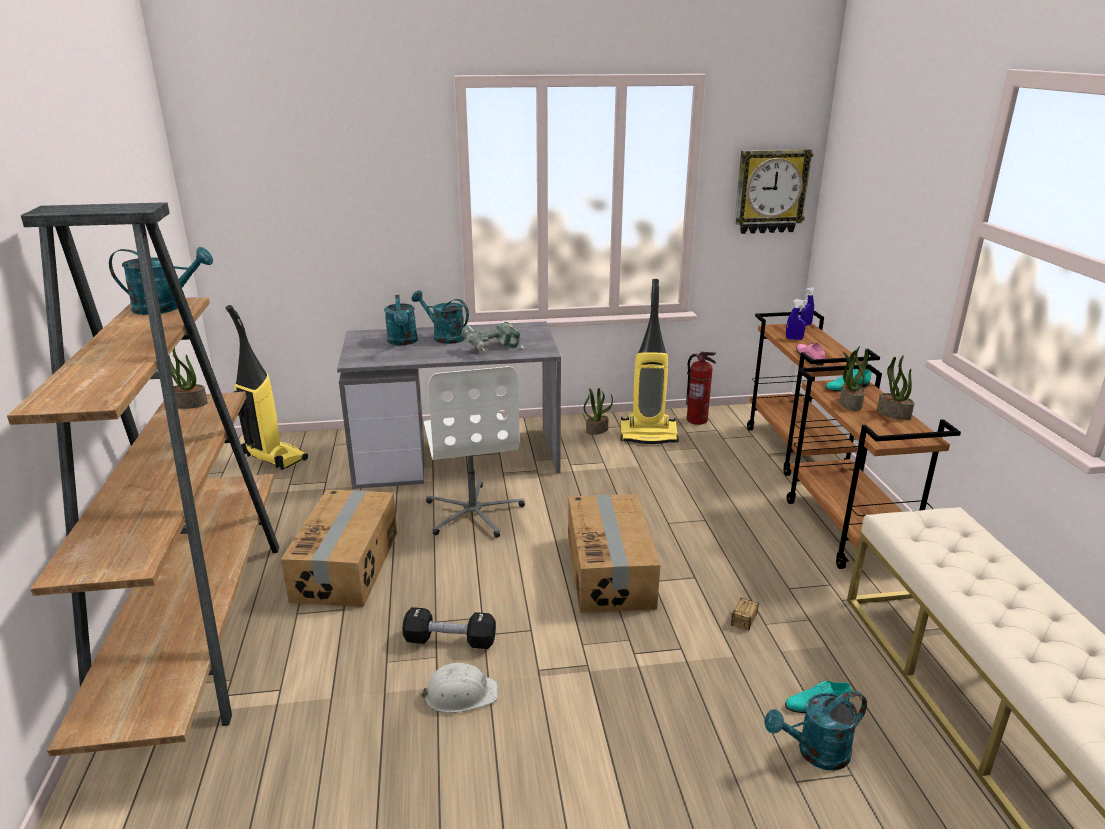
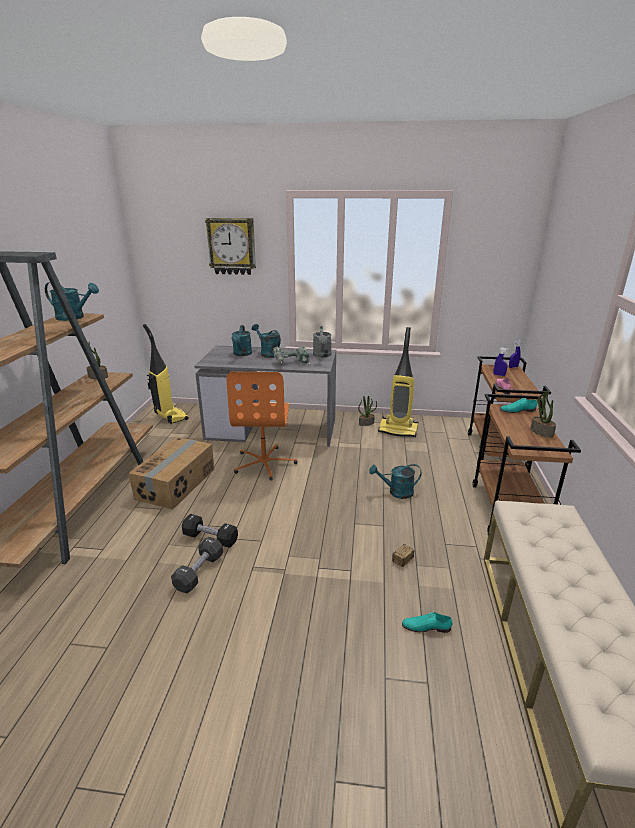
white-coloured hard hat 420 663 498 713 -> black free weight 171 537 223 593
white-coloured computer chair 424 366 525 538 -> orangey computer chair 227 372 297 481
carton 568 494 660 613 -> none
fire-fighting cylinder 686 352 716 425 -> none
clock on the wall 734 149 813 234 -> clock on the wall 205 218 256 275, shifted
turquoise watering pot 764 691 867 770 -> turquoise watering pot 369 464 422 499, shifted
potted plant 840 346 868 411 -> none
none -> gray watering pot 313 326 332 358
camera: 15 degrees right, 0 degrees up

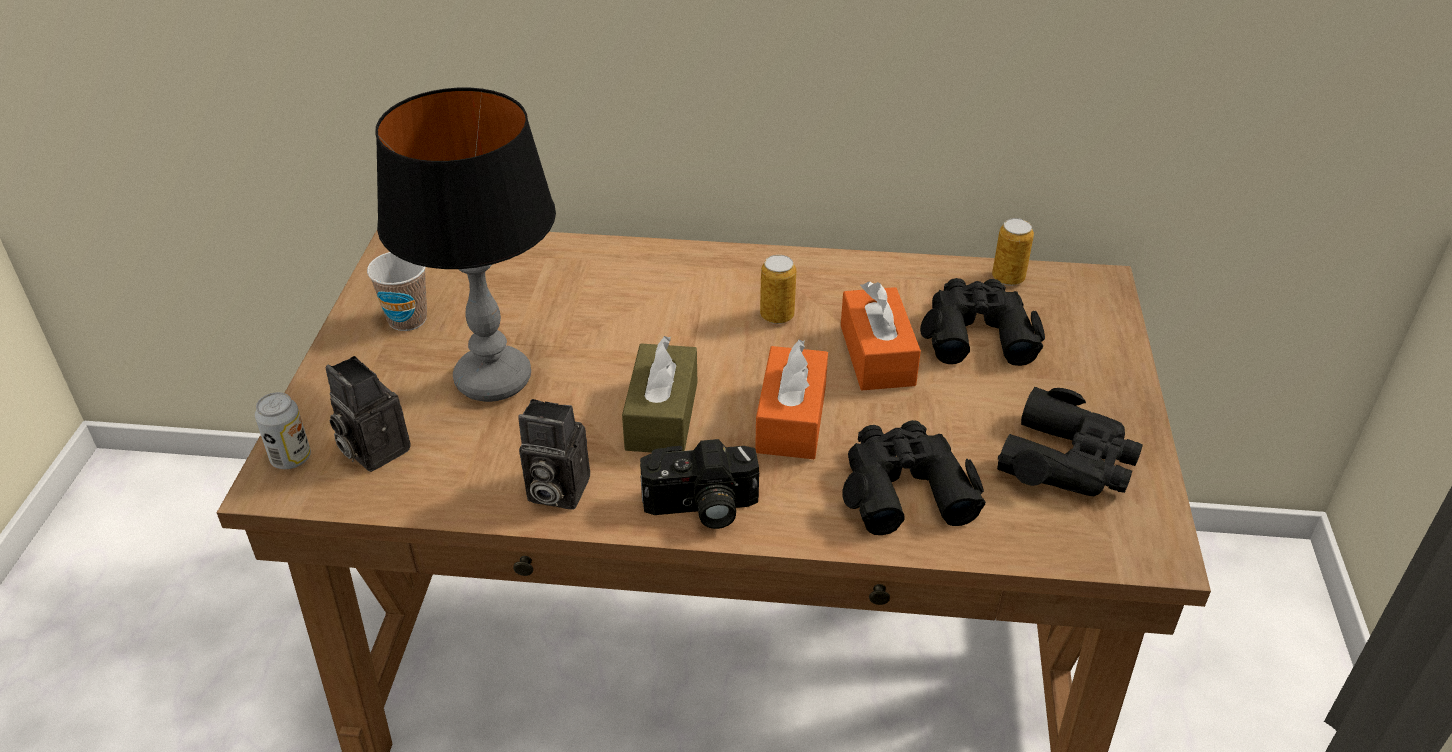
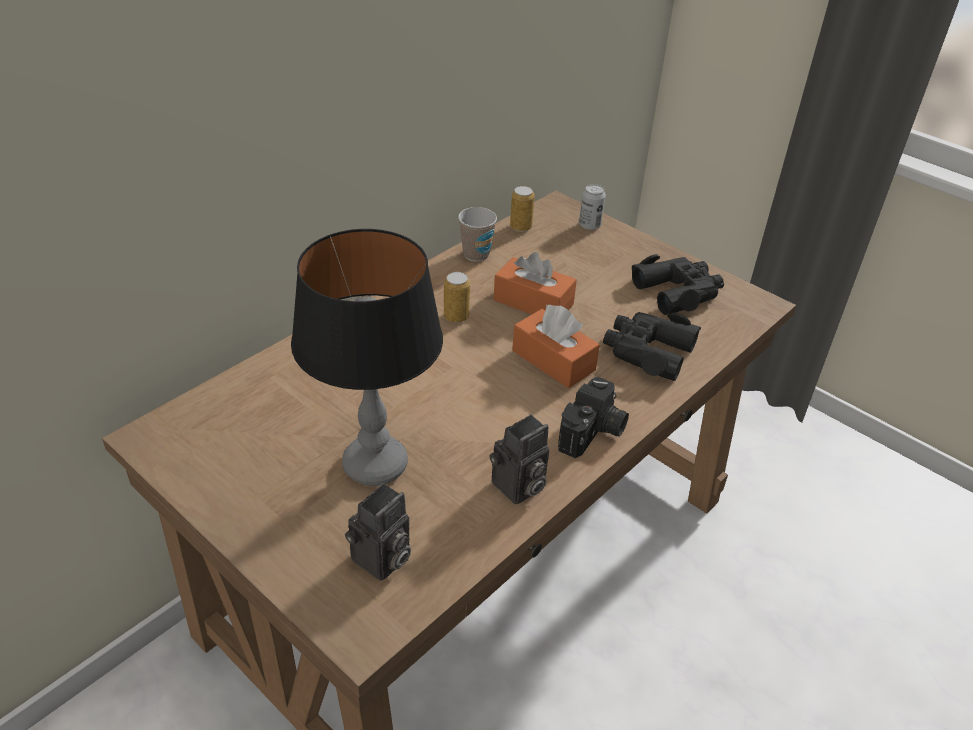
sealed can 255 392 311 469 -> sealed can 579 184 606 230, shifted
photo camera 326 356 411 472 -> photo camera 345 483 411 581, 45 degrees counterclockwise
small cup 367 252 427 331 -> small cup 458 207 497 262, shifted
brownish box of tissues 622 336 697 453 -> none
black binoculars 920 278 1045 366 -> none
camera: 55 degrees left, 0 degrees up

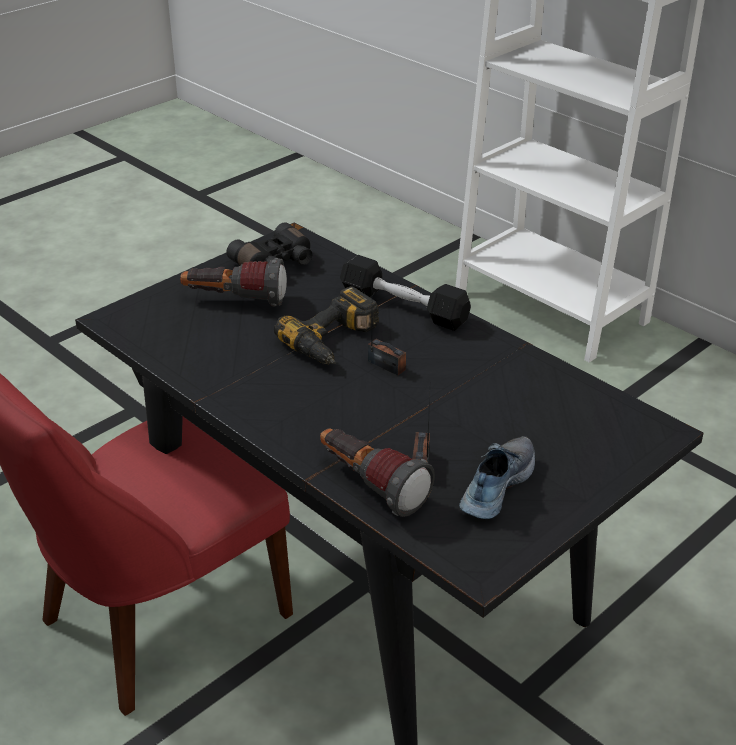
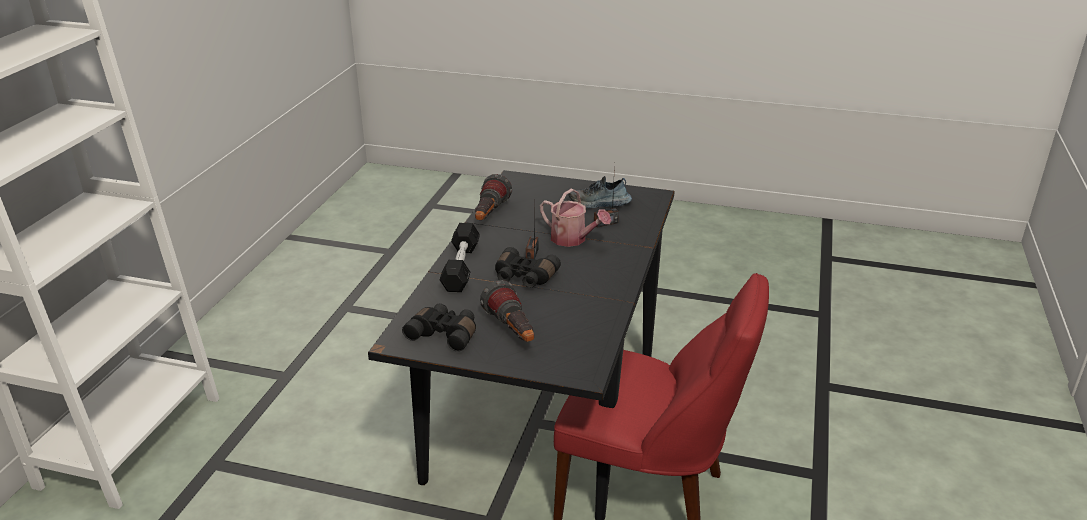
drill 274 286 379 365 -> black binoculars 495 247 561 288
torch 320 428 435 517 -> torch 475 174 512 220, shifted
none -> watering pot 540 189 611 247
camera: 120 degrees left, 5 degrees down

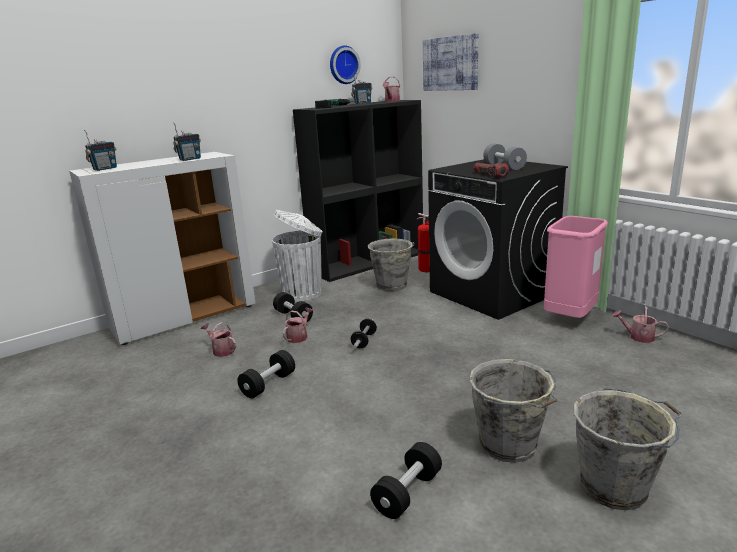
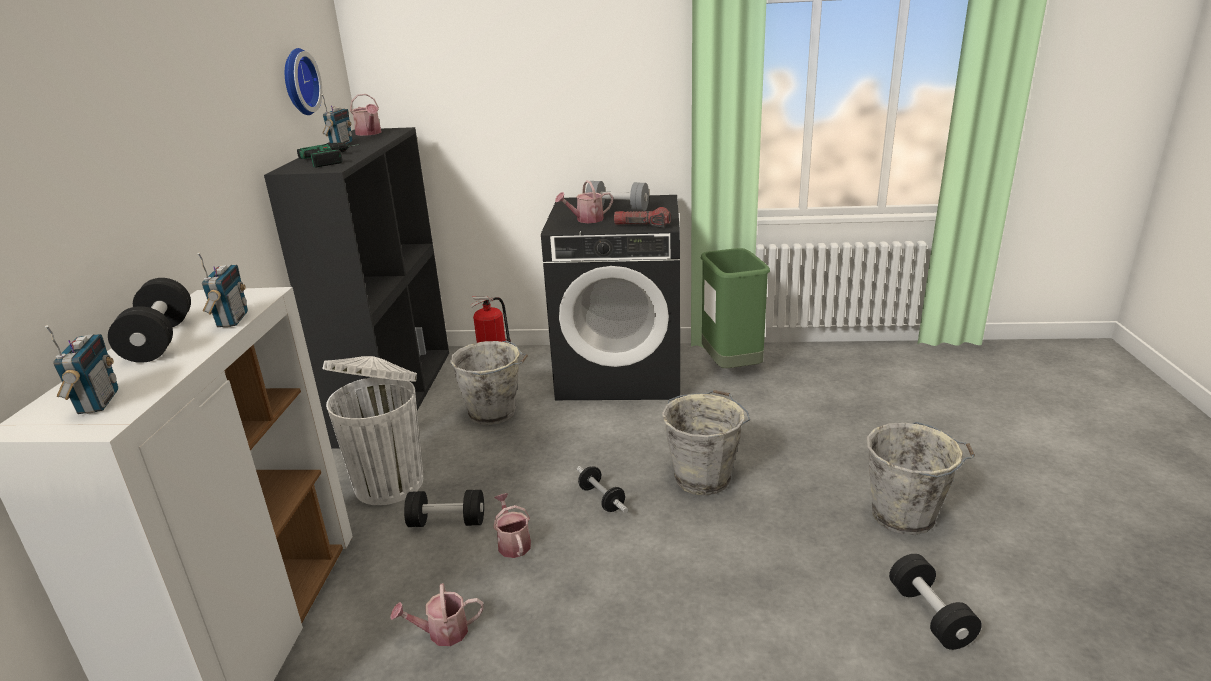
black free weight 237 350 295 399 -> black free weight 108 278 191 363, shifted
wall art 423 33 479 91 -> none
pinkish rubbish bin 544 216 608 318 -> green rubbish bin 701 248 770 368
gray pail 574 388 682 510 -> gray pail 662 390 750 496, shifted
watering pot 612 307 669 343 -> watering pot 555 180 613 223, shifted
camera: 50 degrees left, 5 degrees up

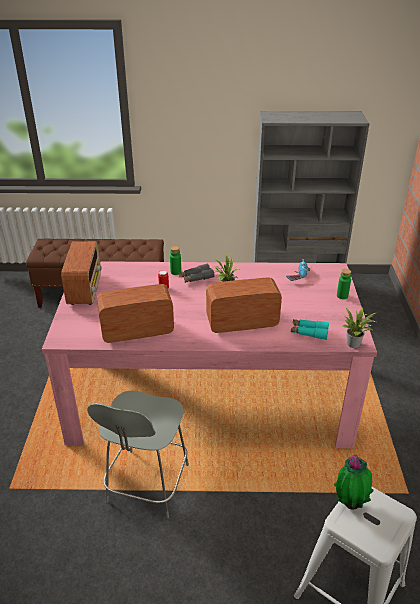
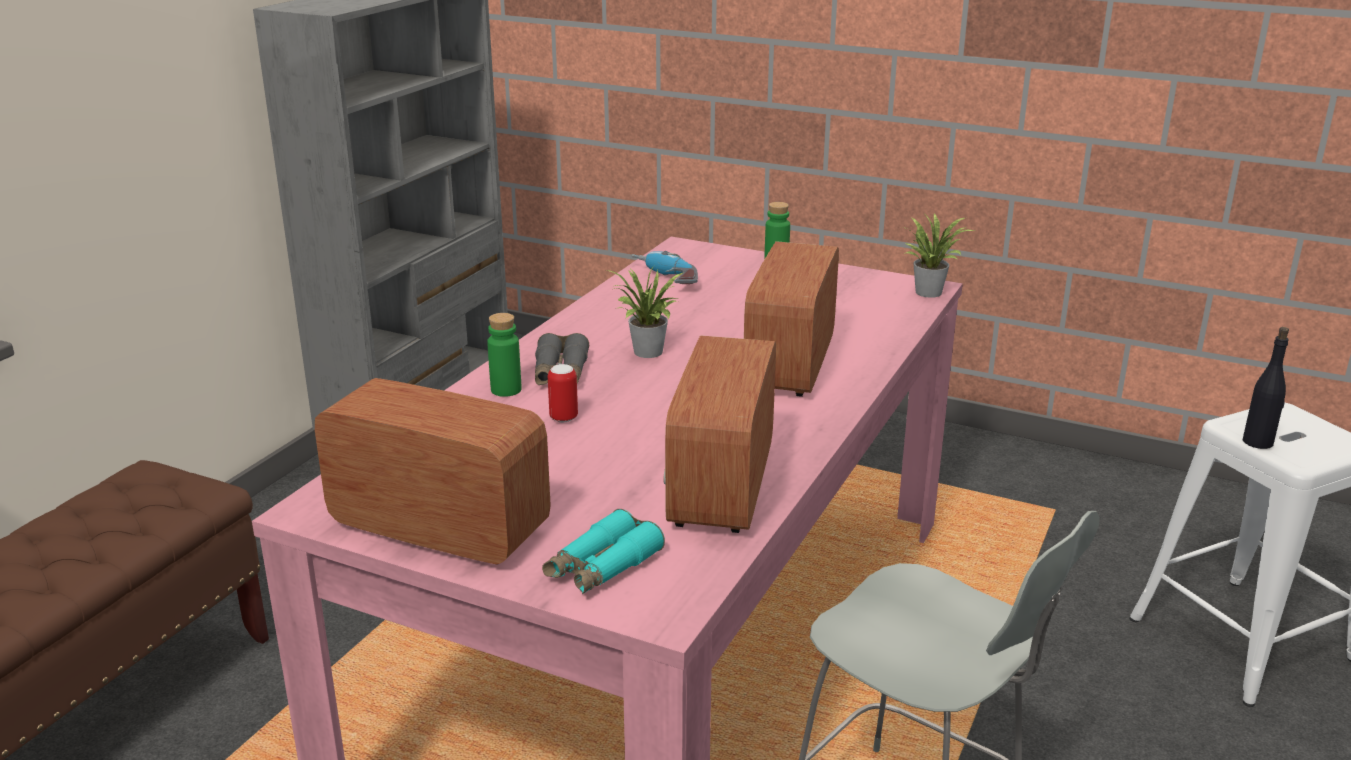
turquoise binoculars 291 319 329 340 -> turquoise binoculars 542 509 665 594, shifted
potted plant 334 455 374 510 -> black drink bottle 1243 327 1289 449
camera: 65 degrees left, 10 degrees down

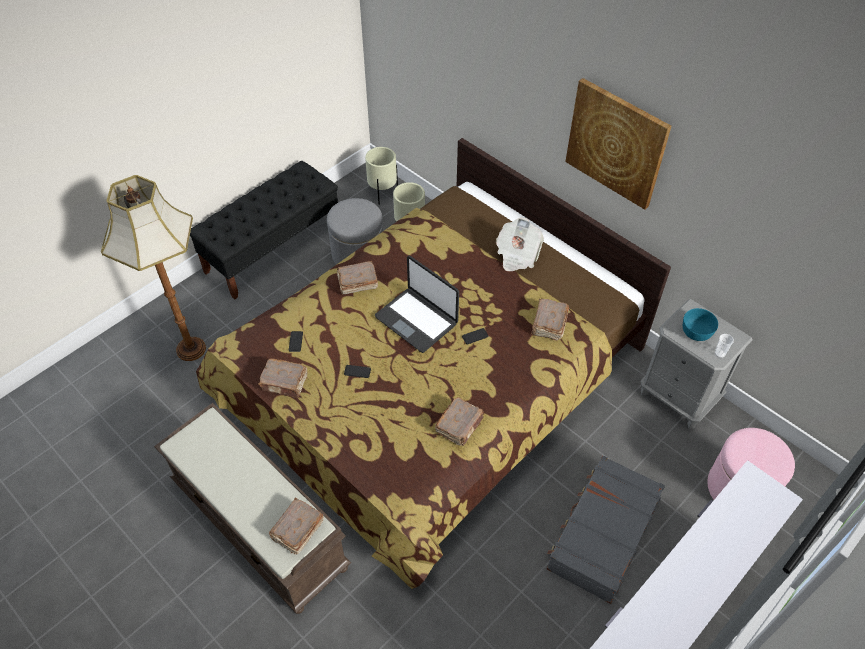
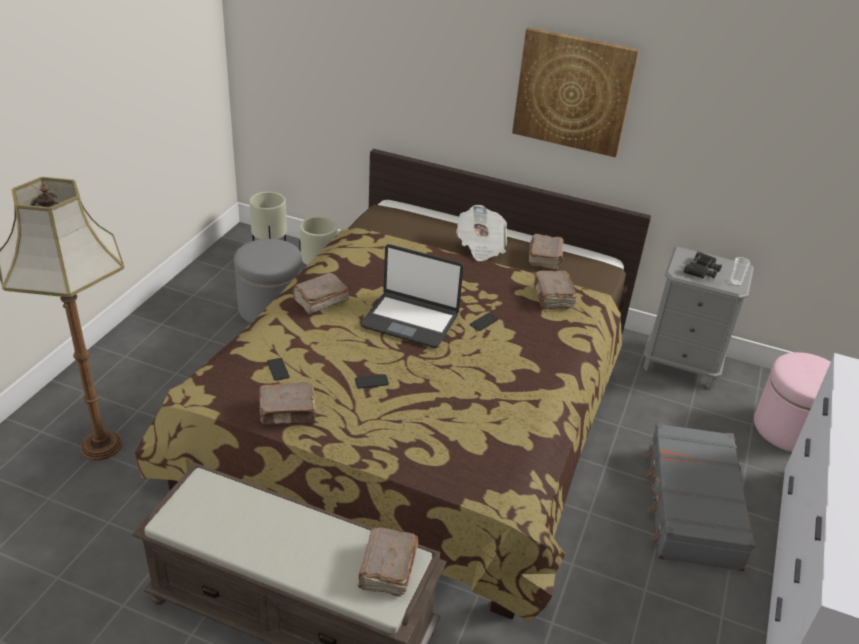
black bench 190 161 338 300 -> none
brownish book 435 397 484 446 -> brownish book 529 234 564 270, shifted
turquoise deep dish 683 308 718 341 -> black binoculars 684 251 722 279
camera: 25 degrees left, 15 degrees down

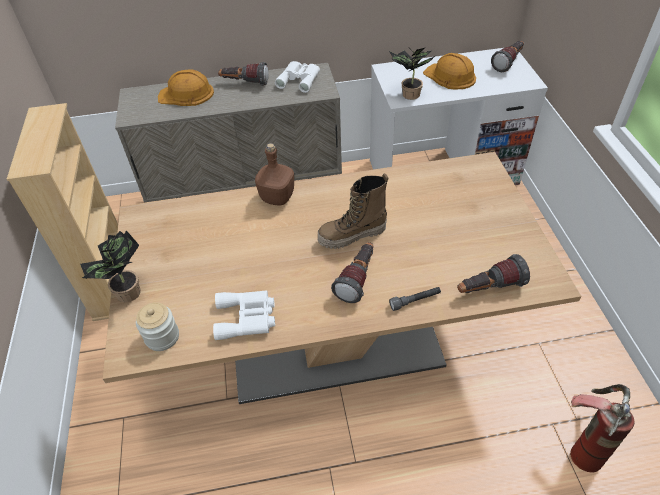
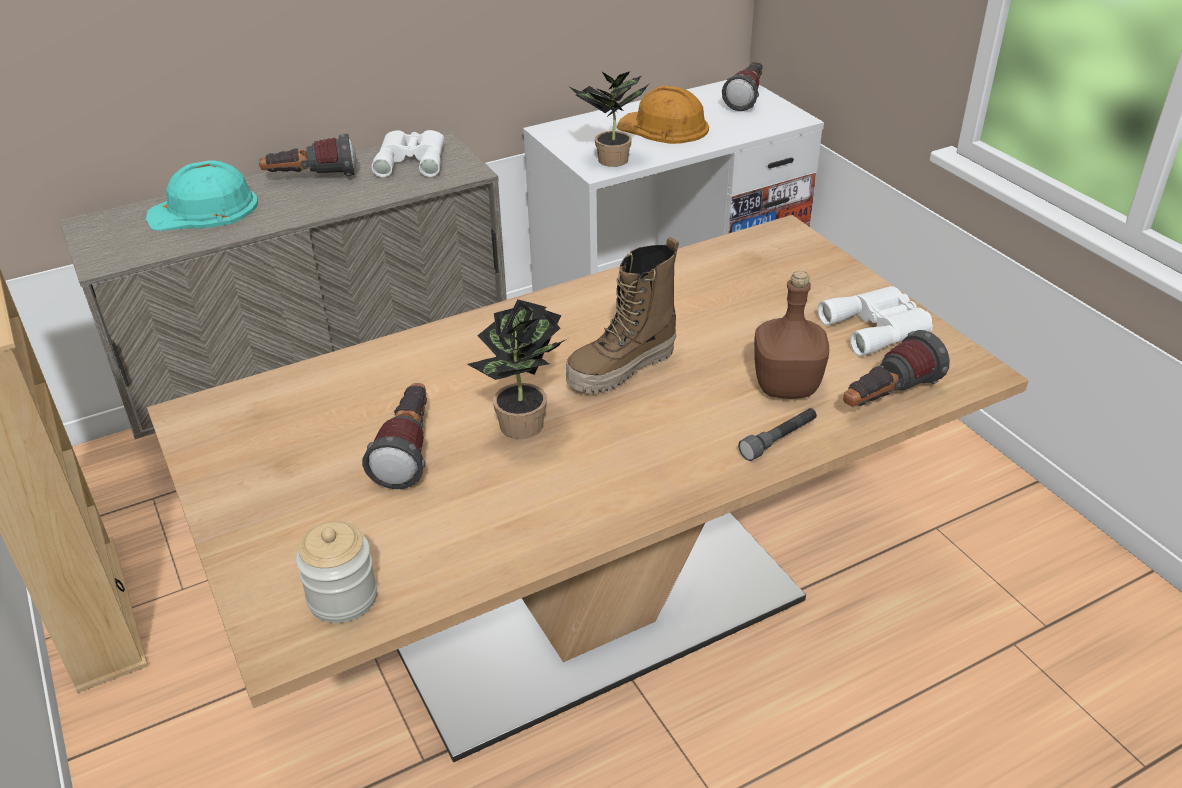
potted plant 80 230 141 302 -> potted plant 467 299 567 439, shifted
orangey hard hat 158 69 214 106 -> turquoise hard hat 146 160 258 231
white-coloured binoculars 213 290 275 340 -> white-coloured binoculars 818 286 933 356, shifted
brownish drink bottle 255 143 294 205 -> brownish drink bottle 754 271 829 399, shifted
torch 331 242 373 303 -> torch 362 383 427 489, shifted
fire-fighting cylinder 570 384 635 472 -> none
camera: 20 degrees left, 10 degrees down

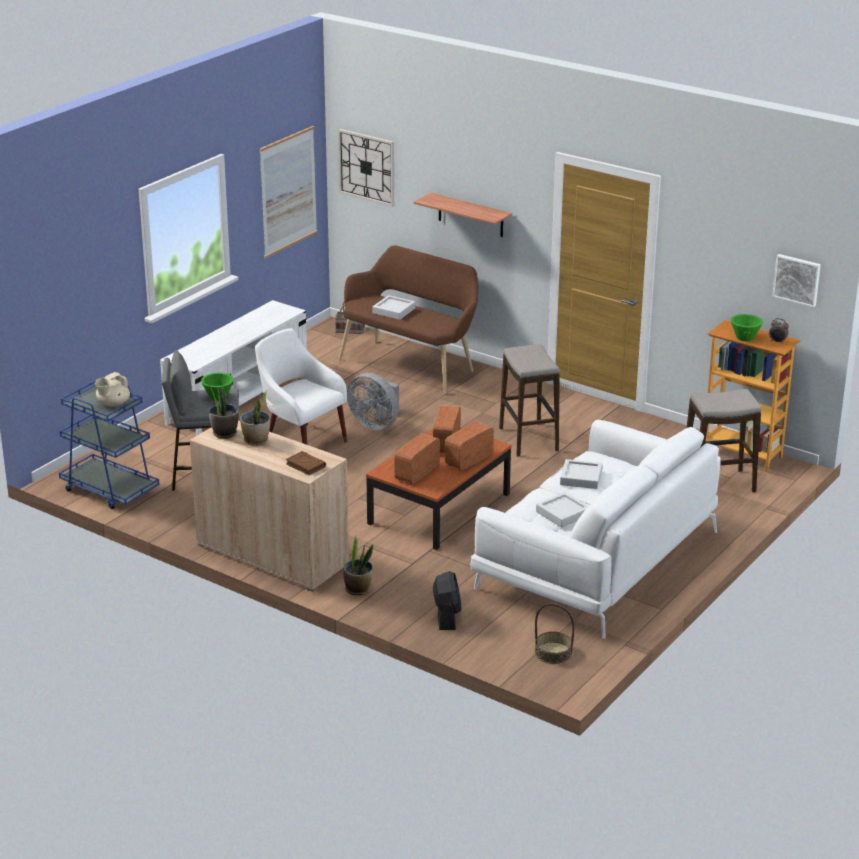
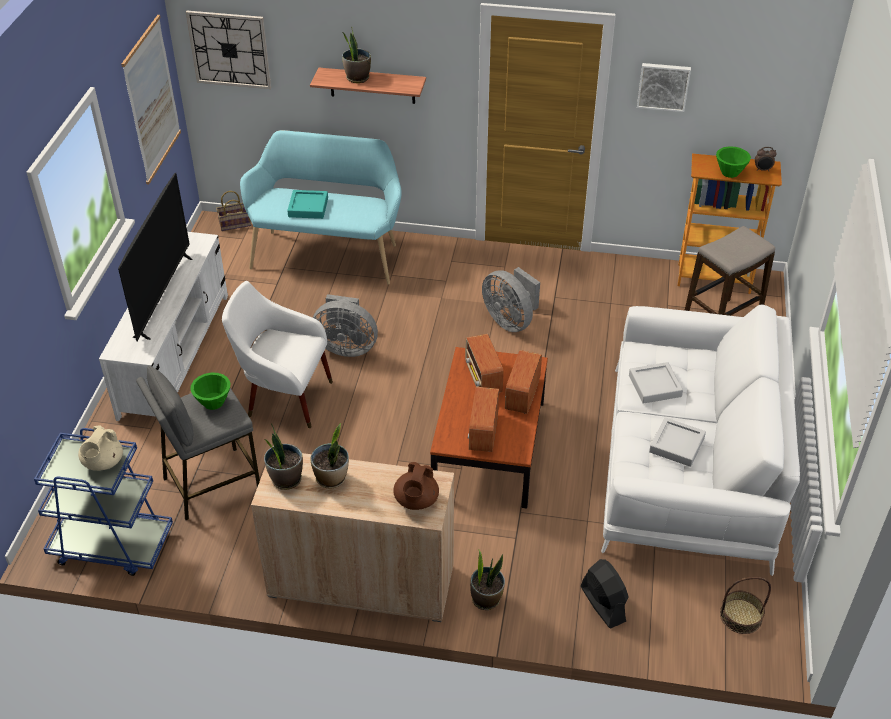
brownish book 286 451 326 475 -> brownish tea pot 393 462 439 510
brownish bench 338 245 478 395 -> turquoise bench 240 130 402 285
gray tray 372 295 415 320 -> turquoise tray 287 190 328 219
stool seat 499 344 560 457 -> gray electric fan 482 267 540 332
wall art 772 254 821 308 -> wall art 637 63 691 112, shifted
none -> TV 118 173 193 341
none -> potted plant 342 26 371 83
camera: 25 degrees left, 15 degrees up

